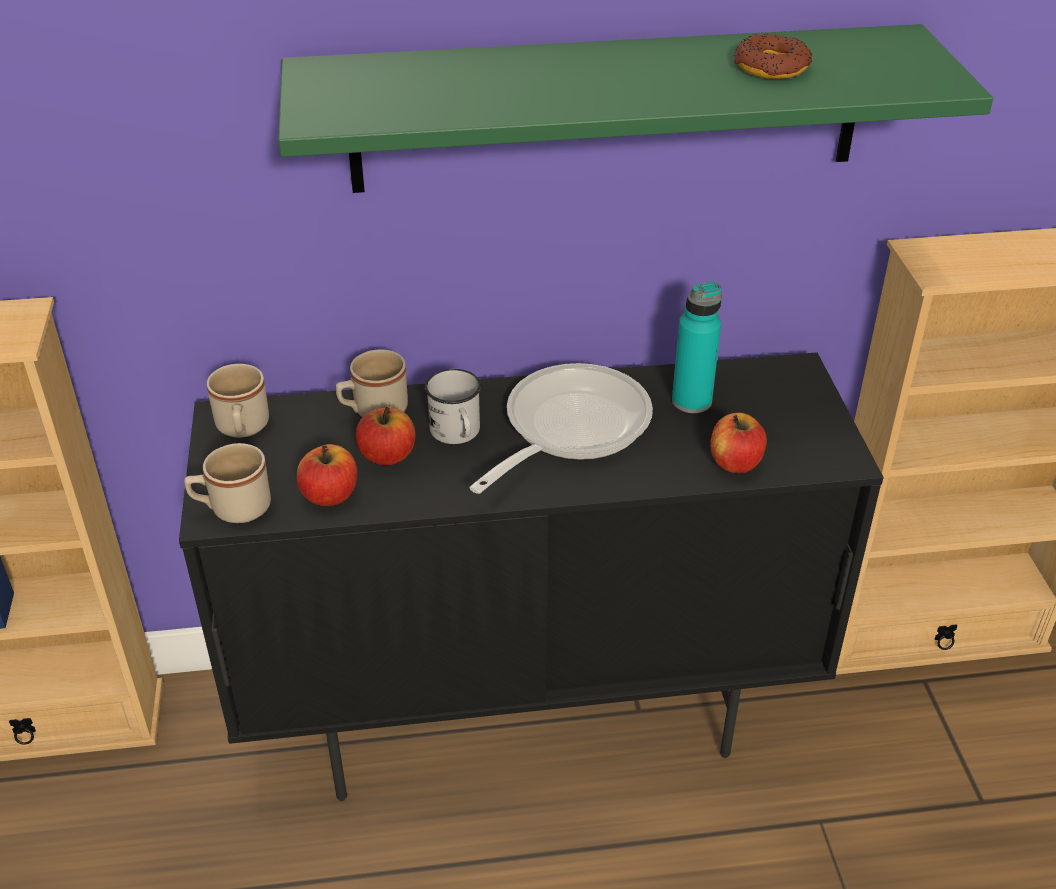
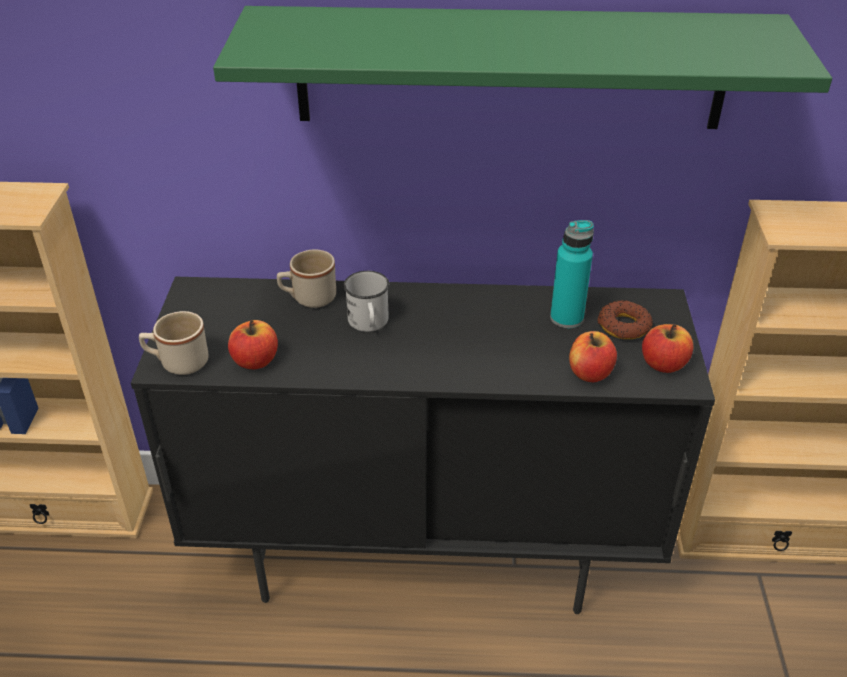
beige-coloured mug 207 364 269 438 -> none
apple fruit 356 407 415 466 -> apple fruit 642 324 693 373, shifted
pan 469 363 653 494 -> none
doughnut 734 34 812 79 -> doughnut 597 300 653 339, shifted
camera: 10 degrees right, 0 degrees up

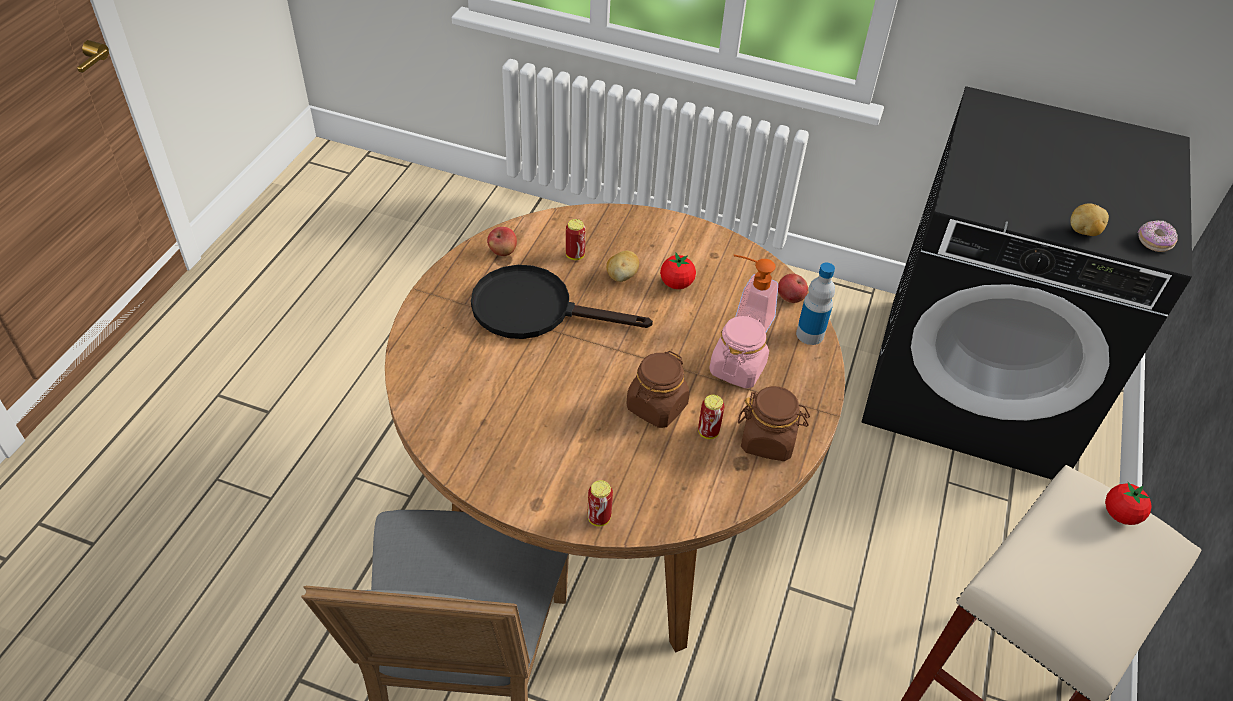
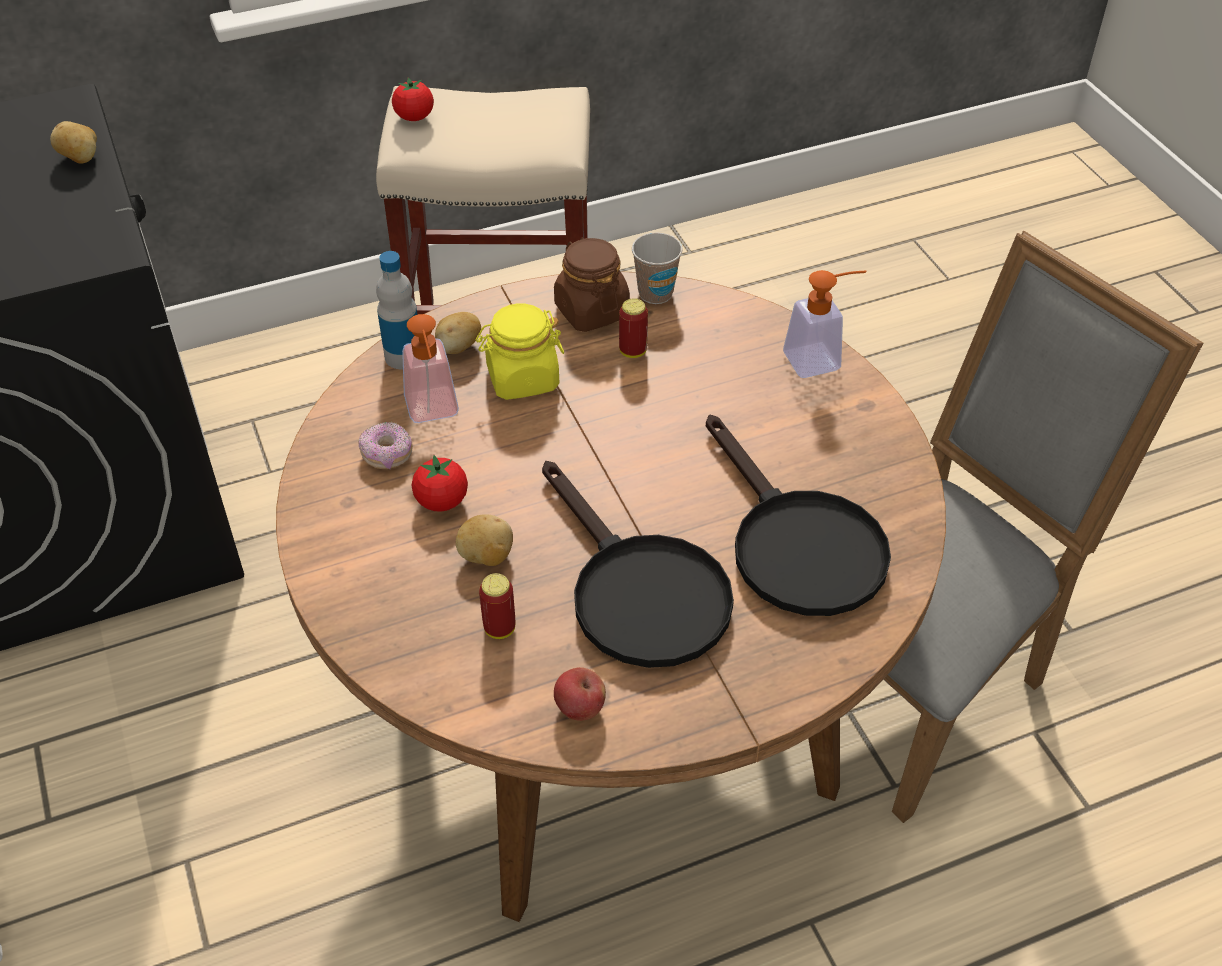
sealed can 588 480 613 526 -> liquid soap bottle 783 270 867 378
brownish jar 627 351 690 428 -> none
pinkish jar 709 315 769 389 -> yellow-coloured jar 476 303 564 400
apple fruit 778 274 808 303 -> none
doughnut 1138 220 1178 252 -> doughnut 358 422 413 469, shifted
none -> potato 435 312 481 354
none -> small cup 632 233 683 304
none -> black pan 706 415 891 616
camera: 130 degrees left, 0 degrees up

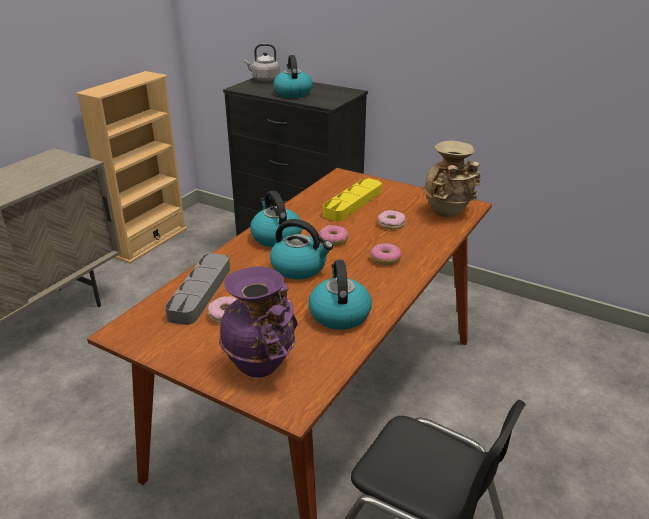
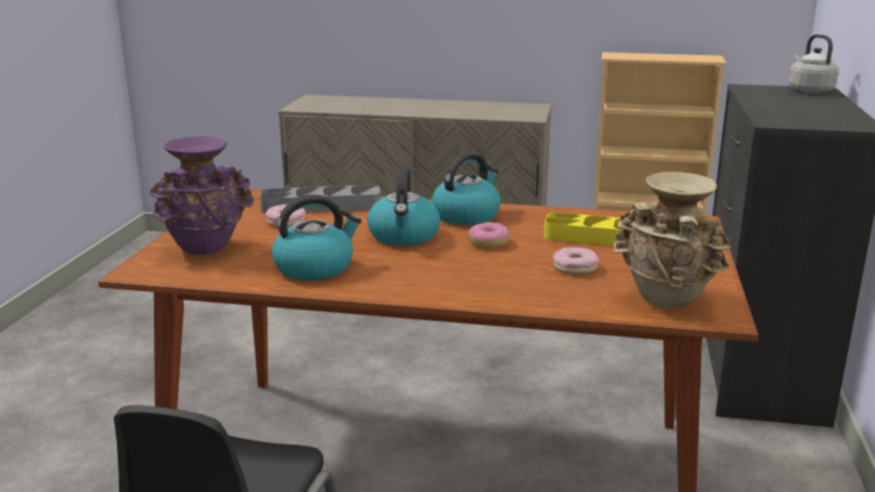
kettle 274 55 313 98 -> none
doughnut 371 243 401 265 -> none
camera: 70 degrees right, 10 degrees down

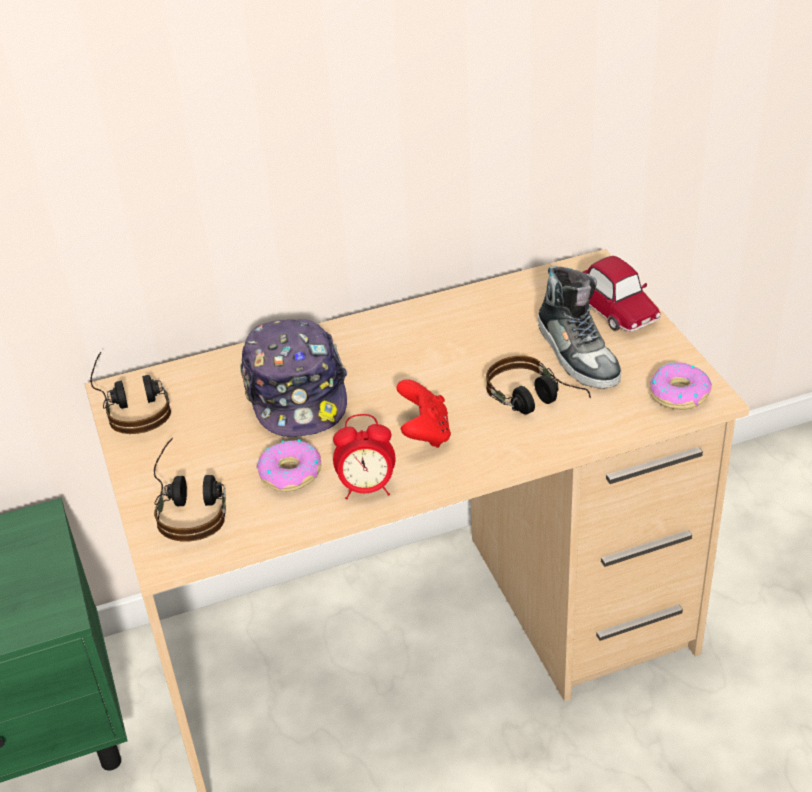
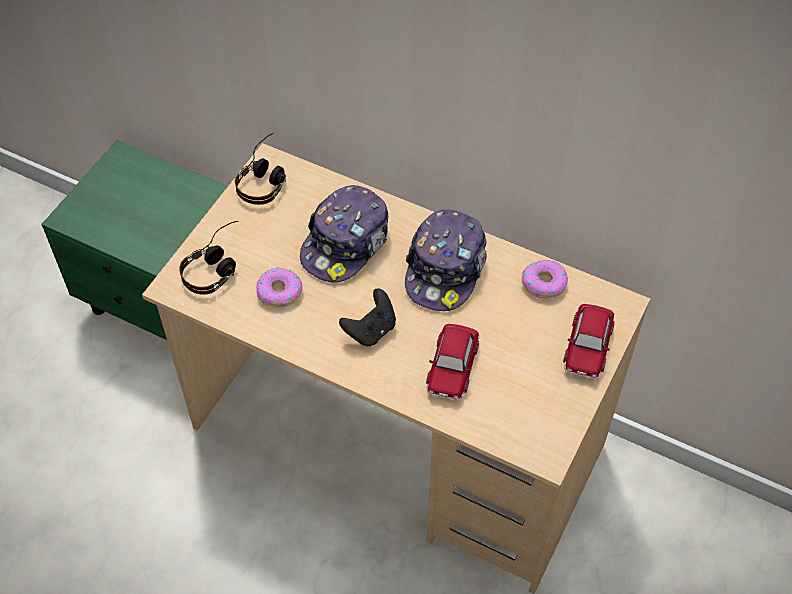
alarm clock 333 414 396 500 -> none
reddish joypad 396 379 451 448 -> black joypad 339 289 396 346
headset 486 356 591 415 -> miniature car 426 324 479 401
shoe 538 266 621 389 -> none
doughnut 650 362 712 410 -> doughnut 522 260 568 298, shifted
none -> cap 405 209 487 311
camera: 45 degrees right, 15 degrees up

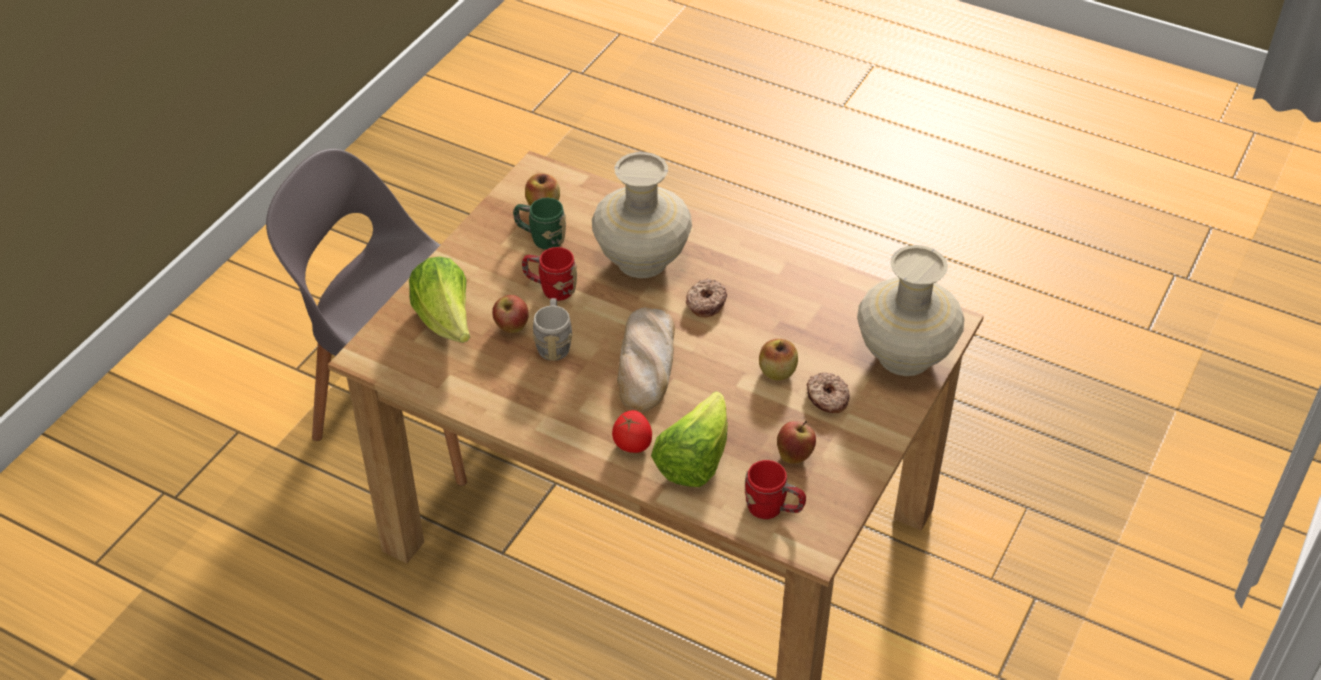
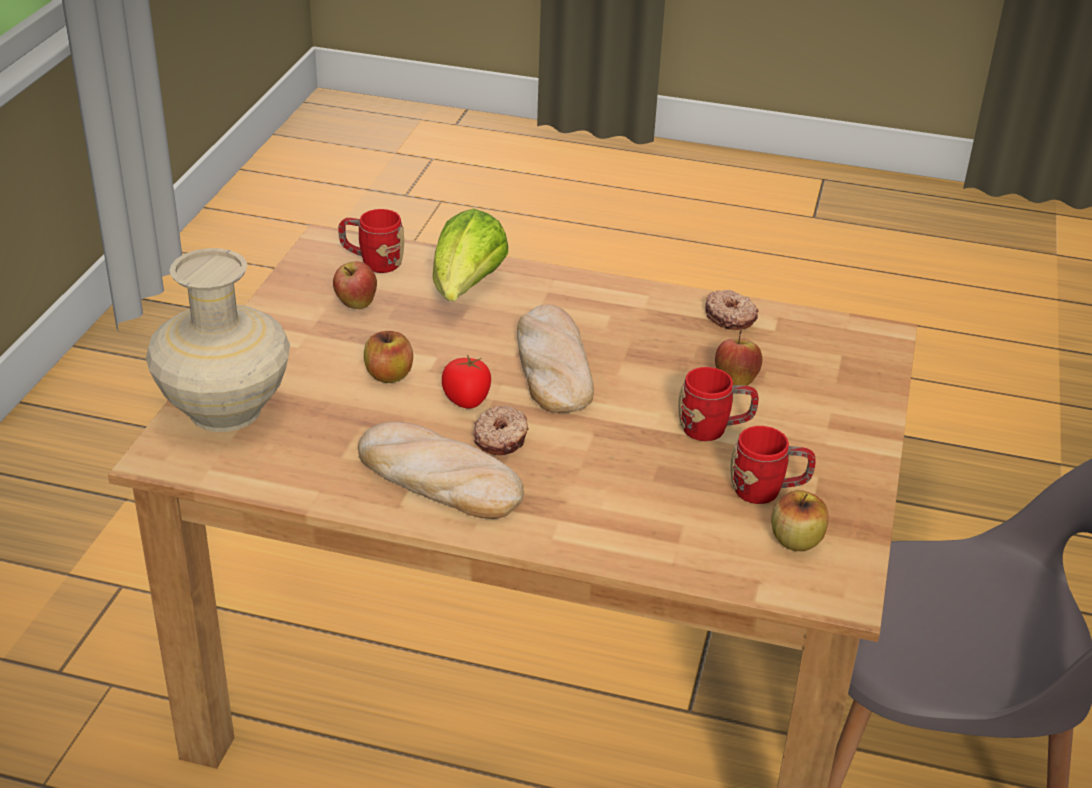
lettuce 409 257 470 343 -> none
green mug 513 198 566 250 -> reddish mug 731 426 816 504
gray mug 532 298 573 361 -> none
beige-coloured vase 592 152 692 278 -> none
fresh tomato 612 410 652 453 -> fresh tomato 442 355 491 409, shifted
doughnut 807 372 850 413 -> doughnut 705 290 758 330, shifted
none -> baked bread 358 421 524 519
camera: 165 degrees right, 10 degrees down

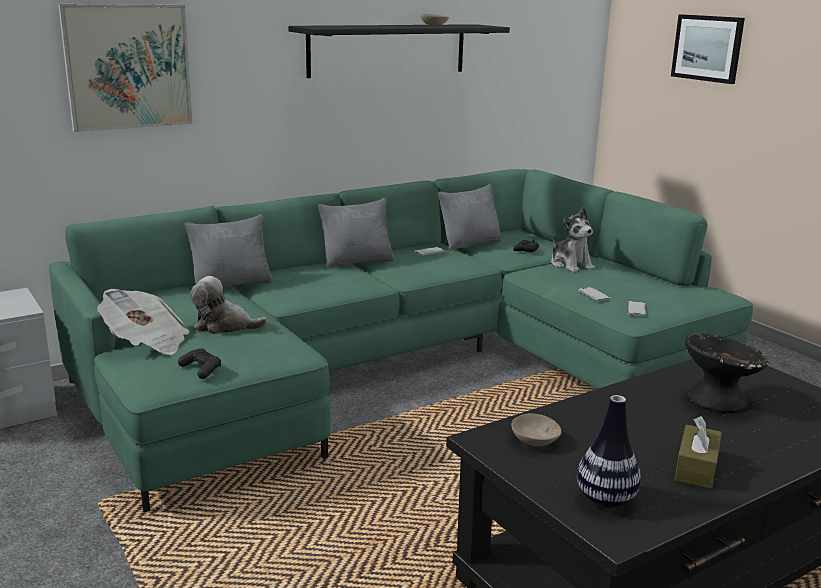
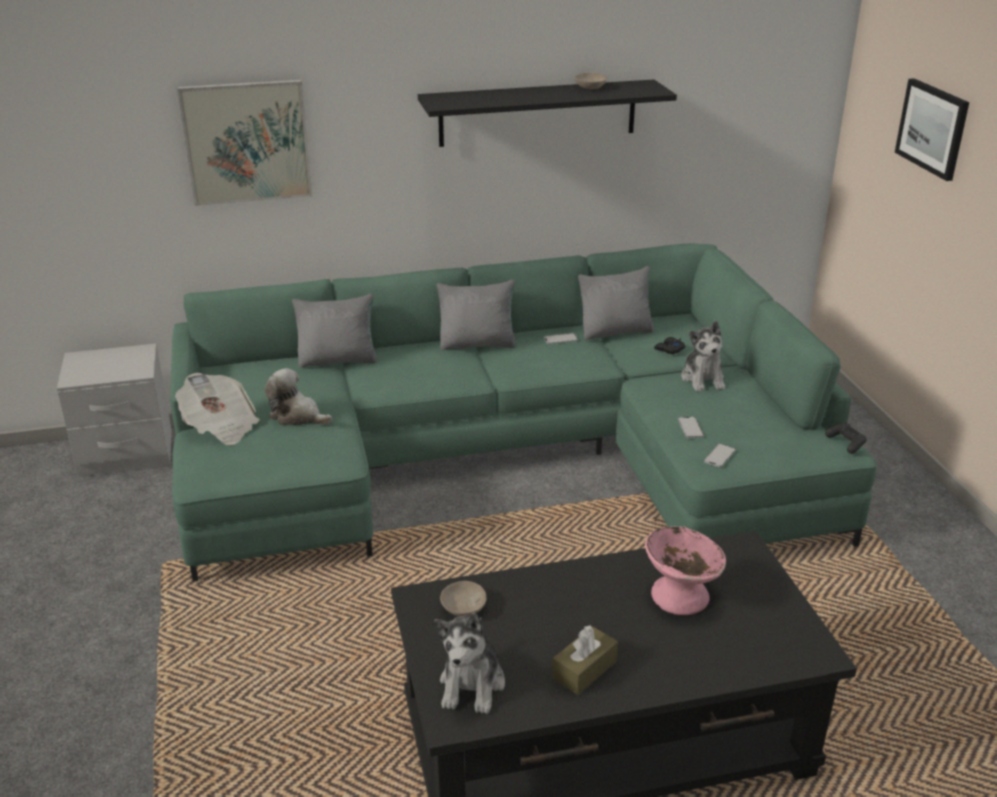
black joypad 178 348 221 379 -> black joypad 825 423 867 454, shifted
vase 577 395 641 508 -> plush toy 434 613 505 714
black deep dish 685 333 769 413 -> pinkish deep dish 645 526 726 615
camera: 20 degrees right, 10 degrees up

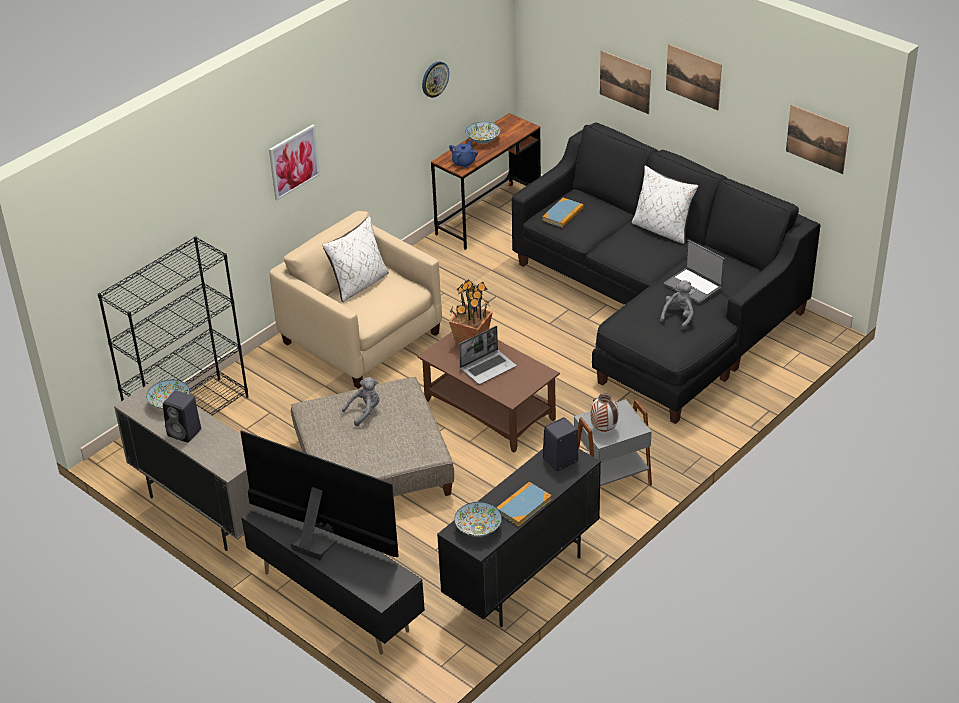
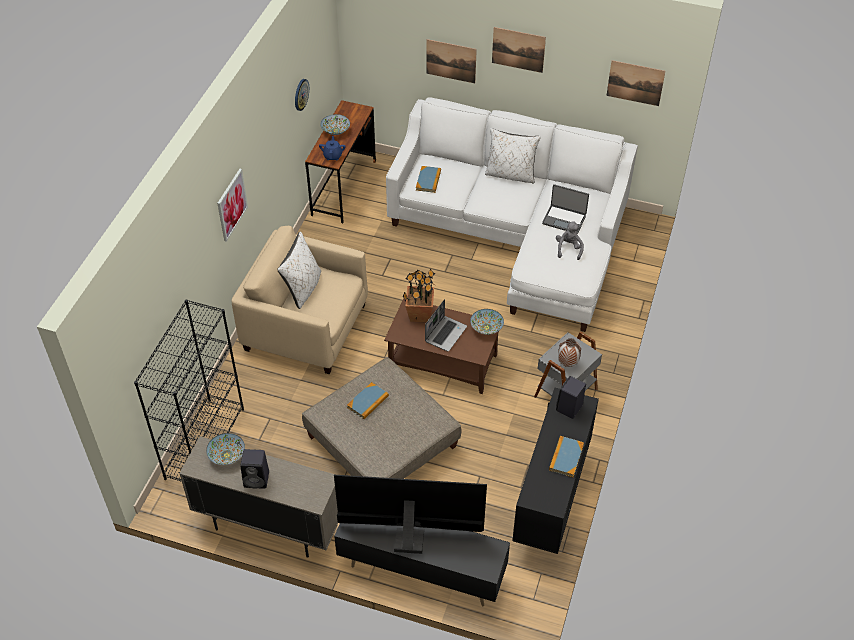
gray plush toy 342 377 380 426 -> book 347 382 389 419
deep dish 454 502 502 537 -> deep dish 470 309 504 335, shifted
black sofa 512 123 820 424 -> white-coloured sofa 386 97 638 332
camera: 25 degrees left, 10 degrees up

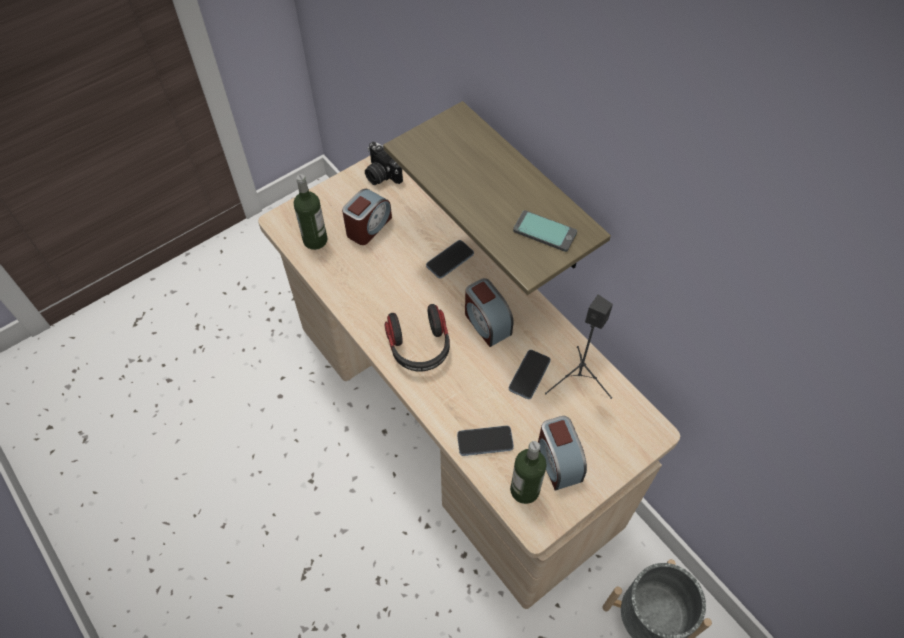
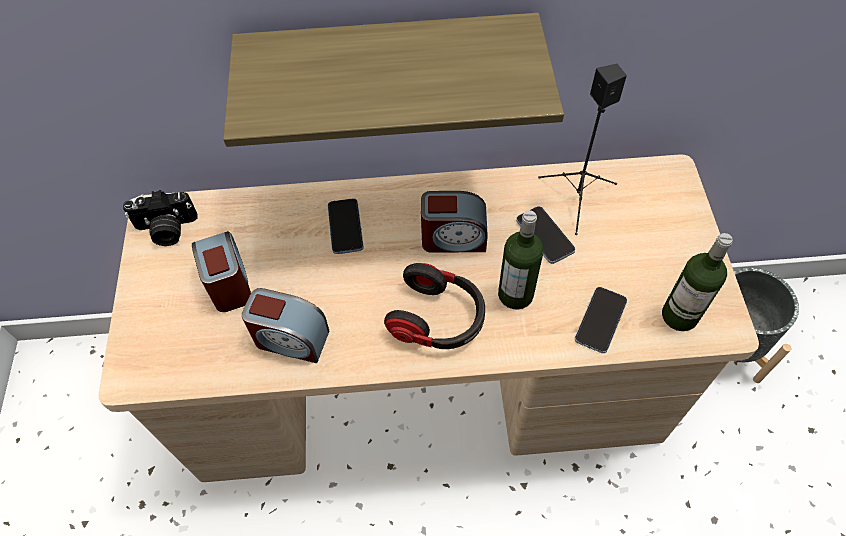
drink bottle 294 174 328 250 -> drink bottle 498 210 543 309, shifted
phone 513 210 577 252 -> none
alarm clock 538 416 587 491 -> alarm clock 242 288 329 363, shifted
camera: 55 degrees left, 0 degrees up

